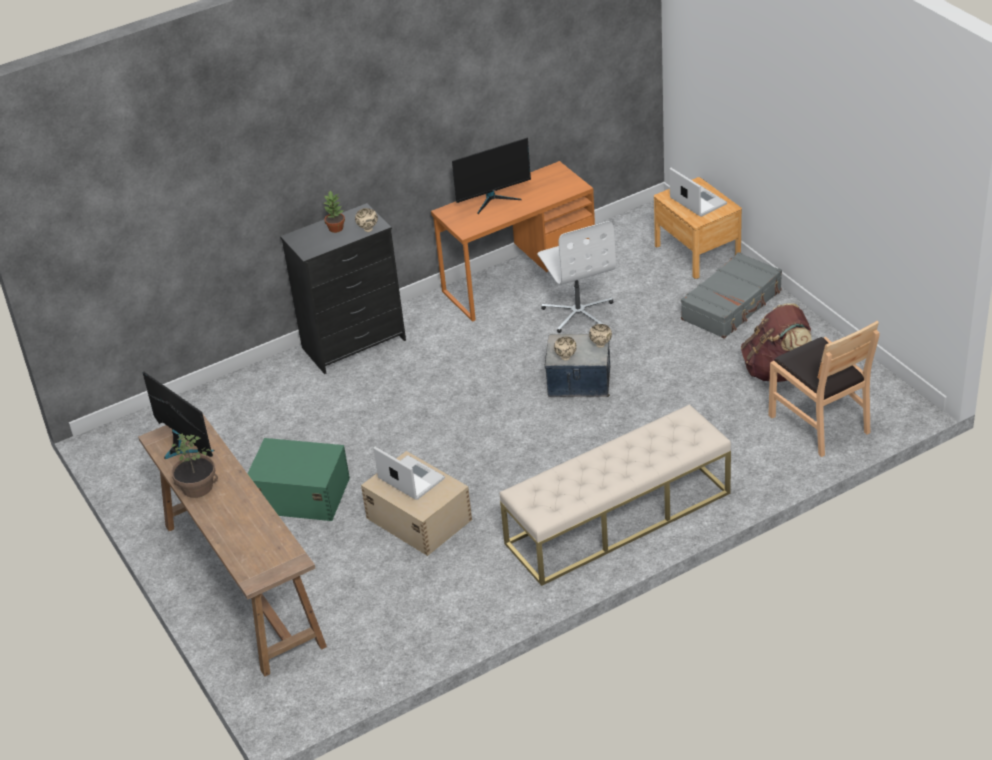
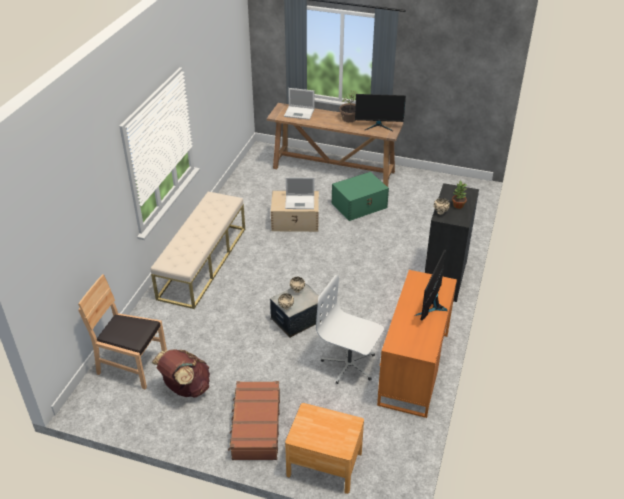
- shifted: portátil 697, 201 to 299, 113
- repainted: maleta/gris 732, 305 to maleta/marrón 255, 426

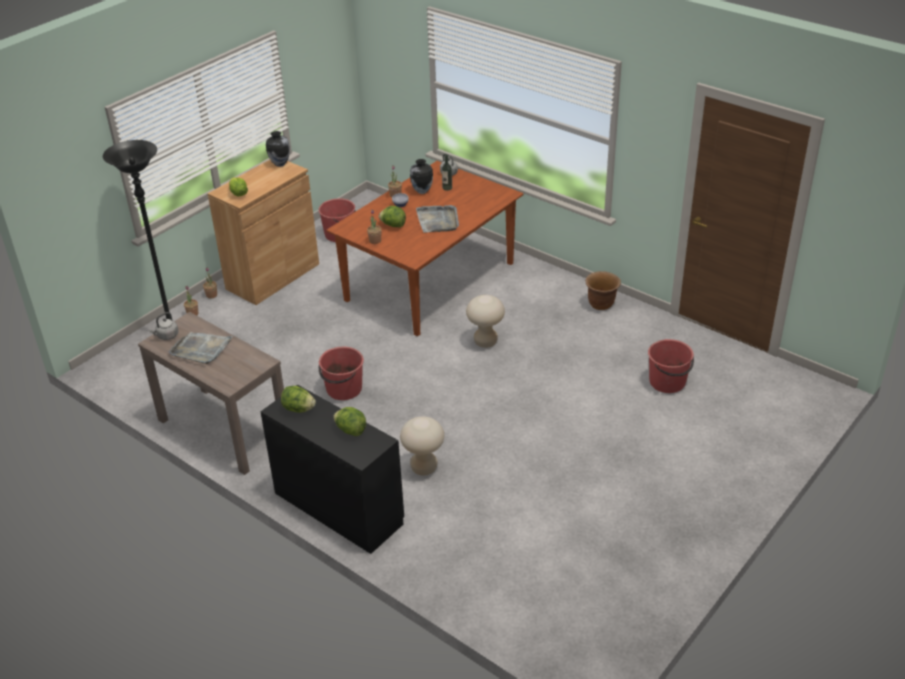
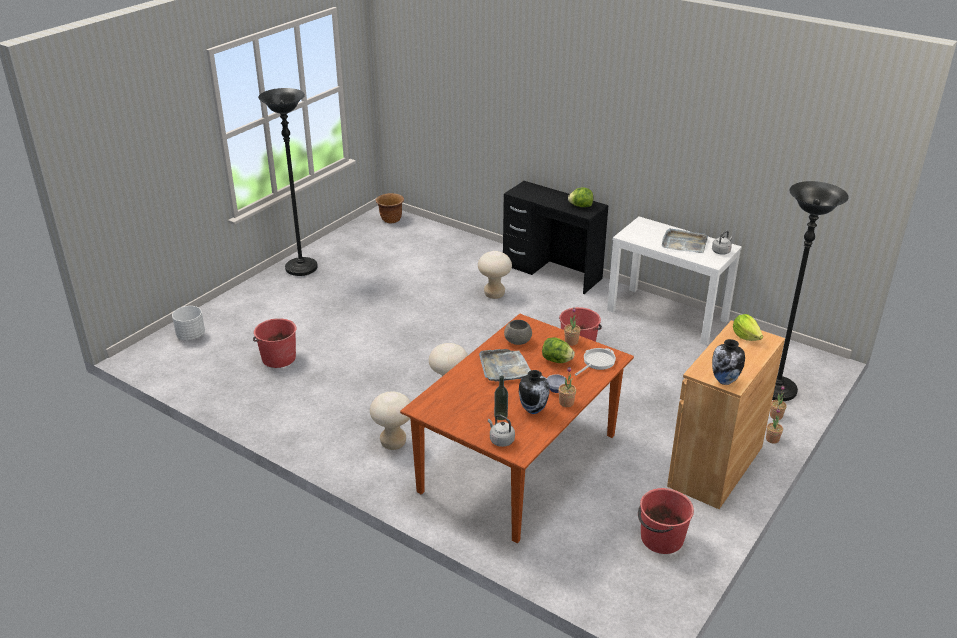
- gone: lechuga 350, 430
- new: maceta/blanco 191, 336
- new: lámpara de pie/negro 301, 268
- new: taburete/beis 393, 443
- new: cuenco/gris 518, 341
- new: sartén 597, 362
- shifted: maceta/marrón 601, 304 to 391, 220
- repainted: mesa consola/marrón 223, 429 to mesa consola/blanco 668, 315

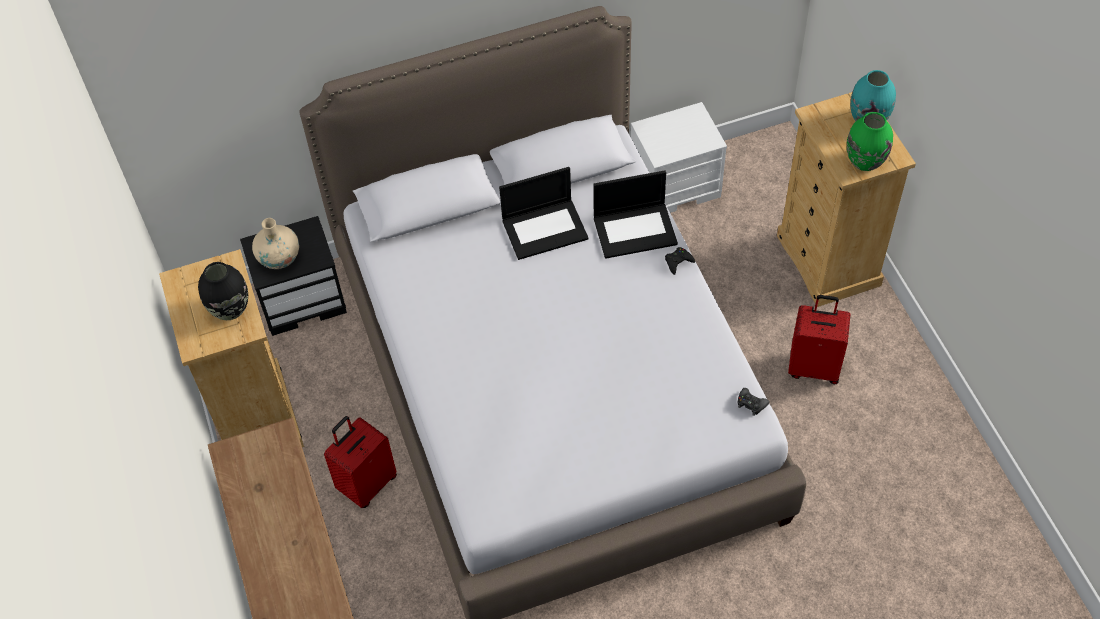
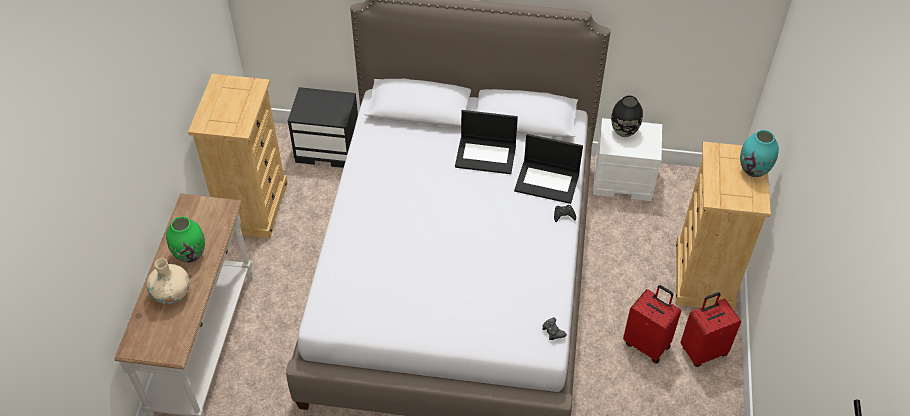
- shifted: florero/negro 229, 309 to 623, 131
- shifted: florero/beis 279, 258 to 172, 293
- shifted: maleta/rojo 366, 483 to 703, 350
- shifted: florero/verde 864, 161 to 190, 254

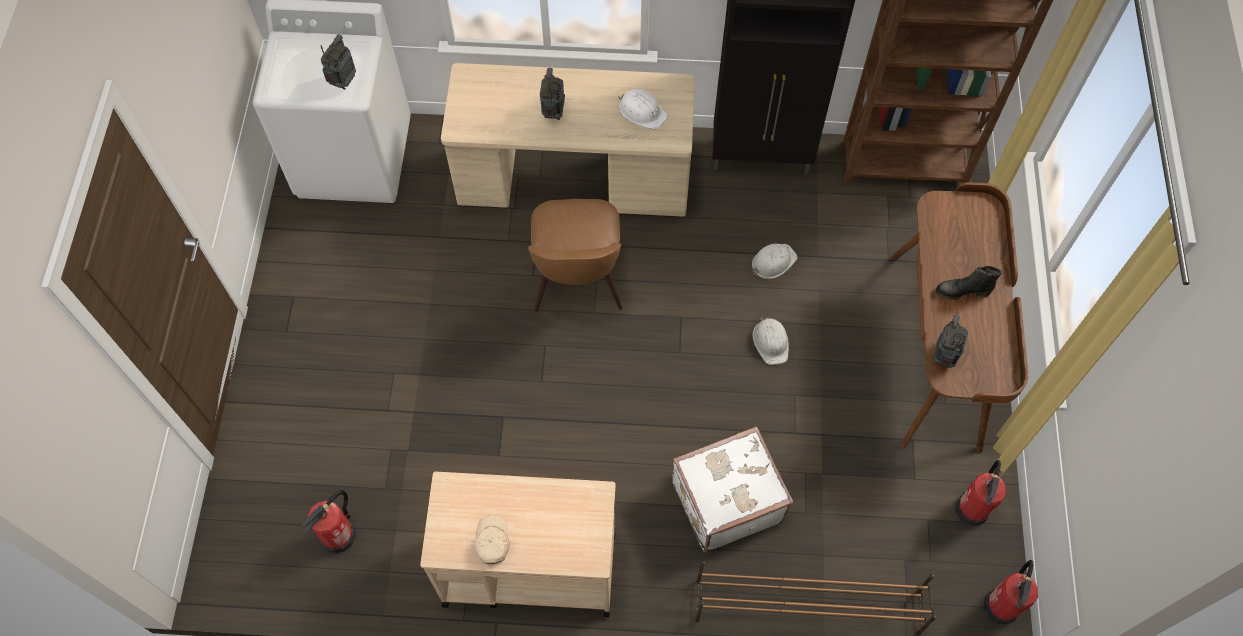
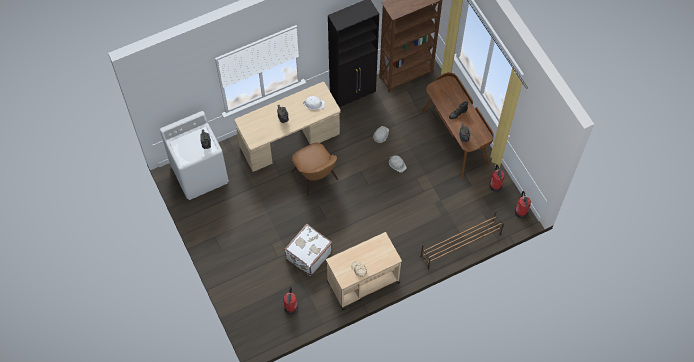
- shifted: maleta/blanco 725, 499 to 308, 255

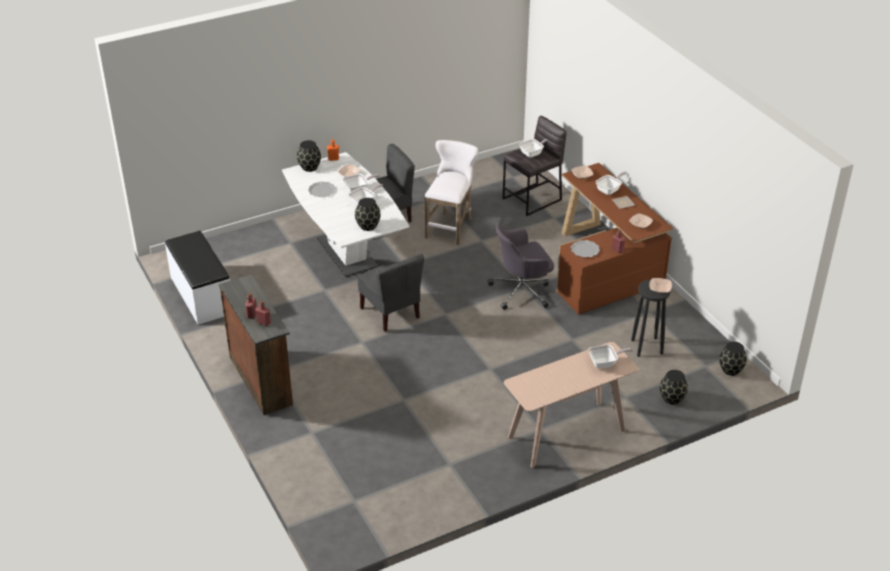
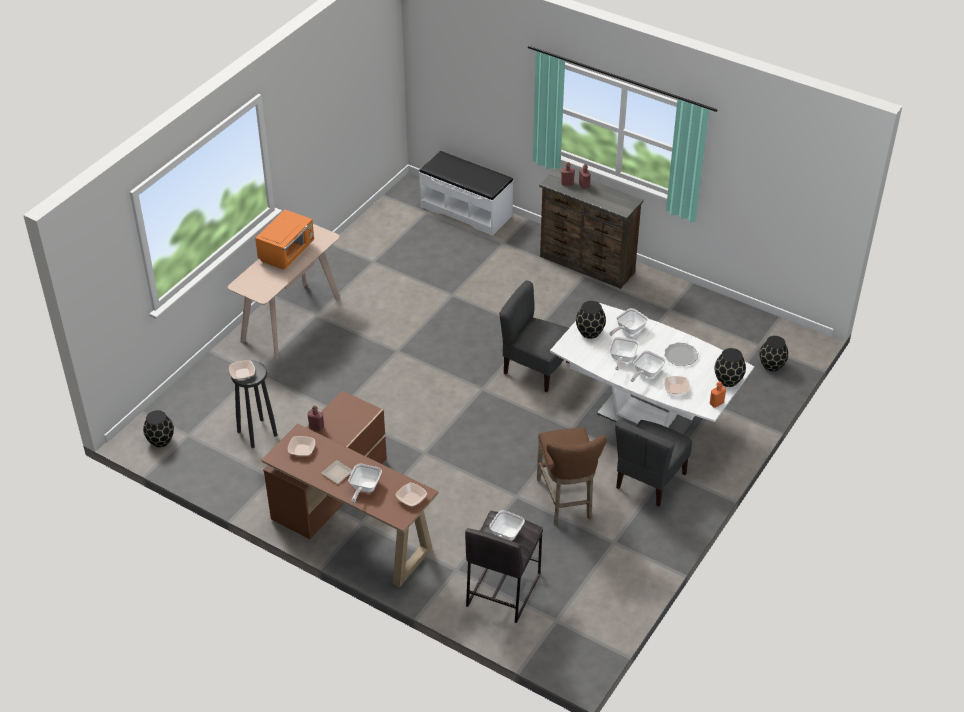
- gone: silla de oficina/gris 522, 291
- gone: plato 584, 250
- new: microondas/naranja 287, 252
- shifted: banco/blanco 201, 295 to 466, 211
- shifted: sartén 605, 363 to 628, 330
- shifted: florero/negro 671, 398 to 772, 365
- repainted: taburete/blanco 451, 226 to taburete/marrón 566, 501

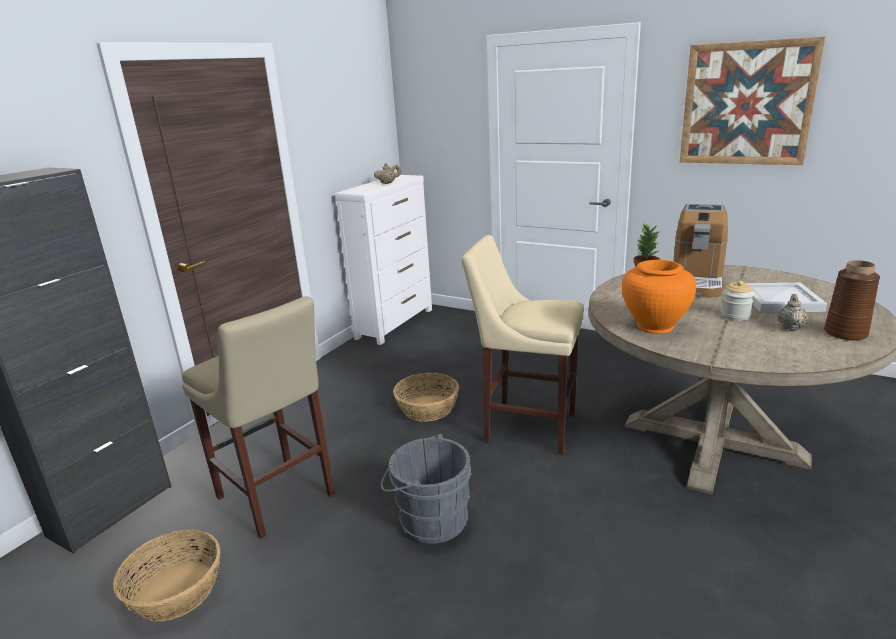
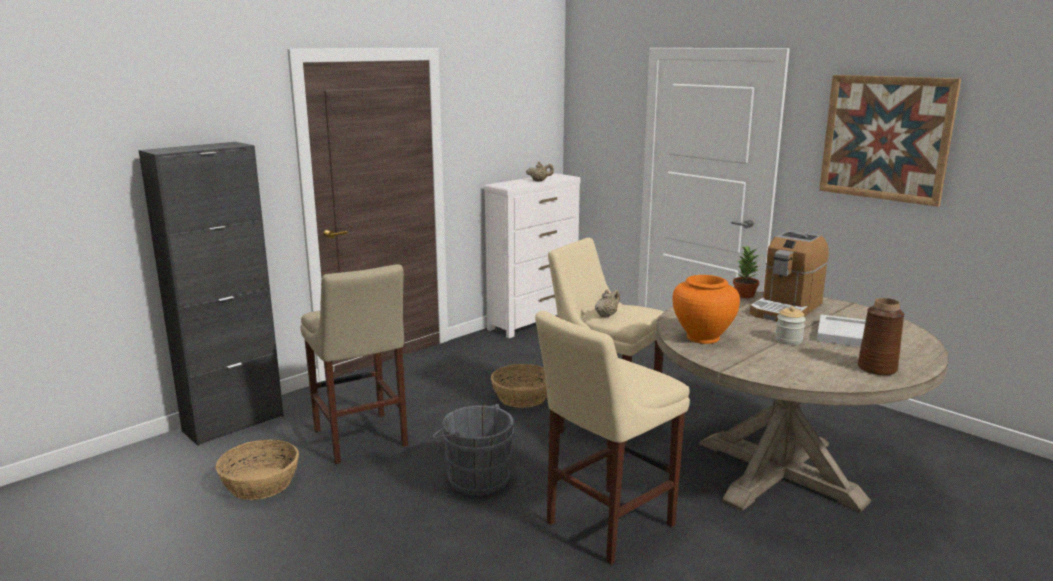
- new: taburete/beis 605, 526
- shifted: tetera/beis 790, 327 to 606, 315

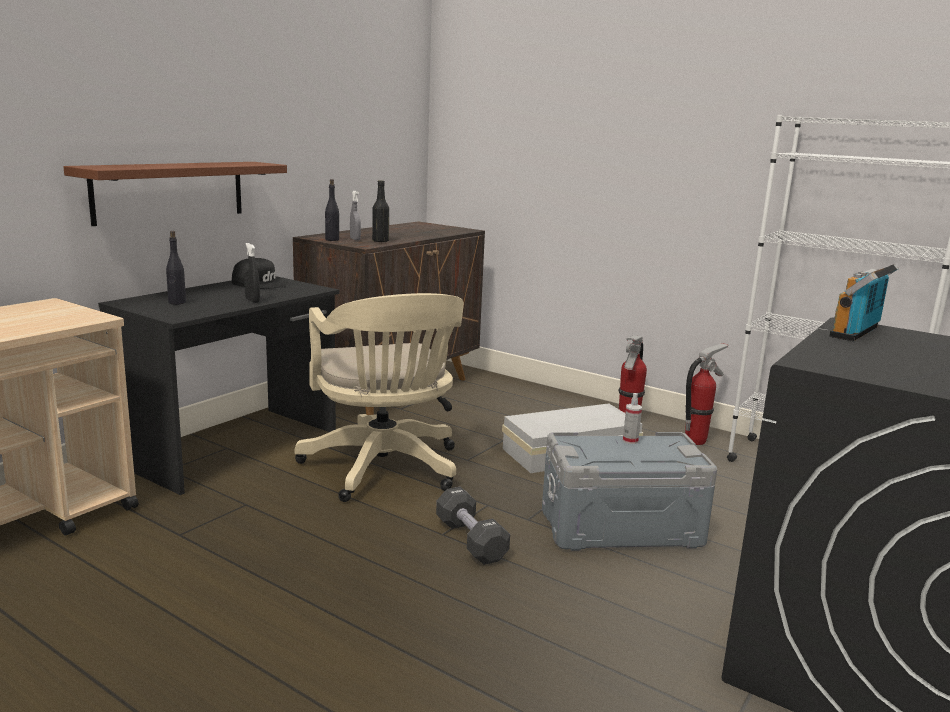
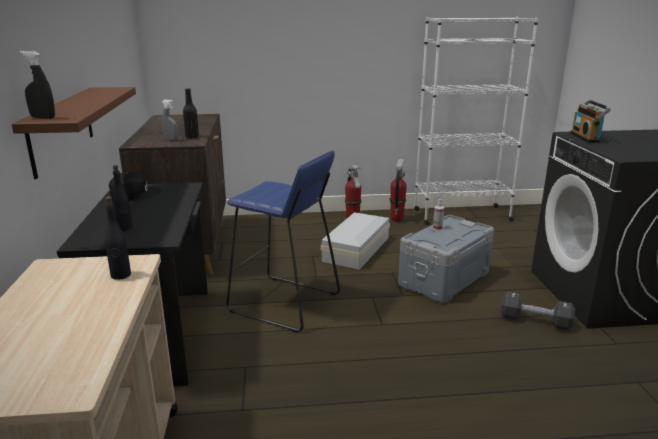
- shifted: pulverizador/negro 252, 301 to 43, 117
- shifted: botella/negro 332, 240 to 121, 275
- shifted: mancuerna/negro 470, 540 to 535, 321
- swapped: silla de oficina/beis 384, 470 to taburete/azul 285, 303

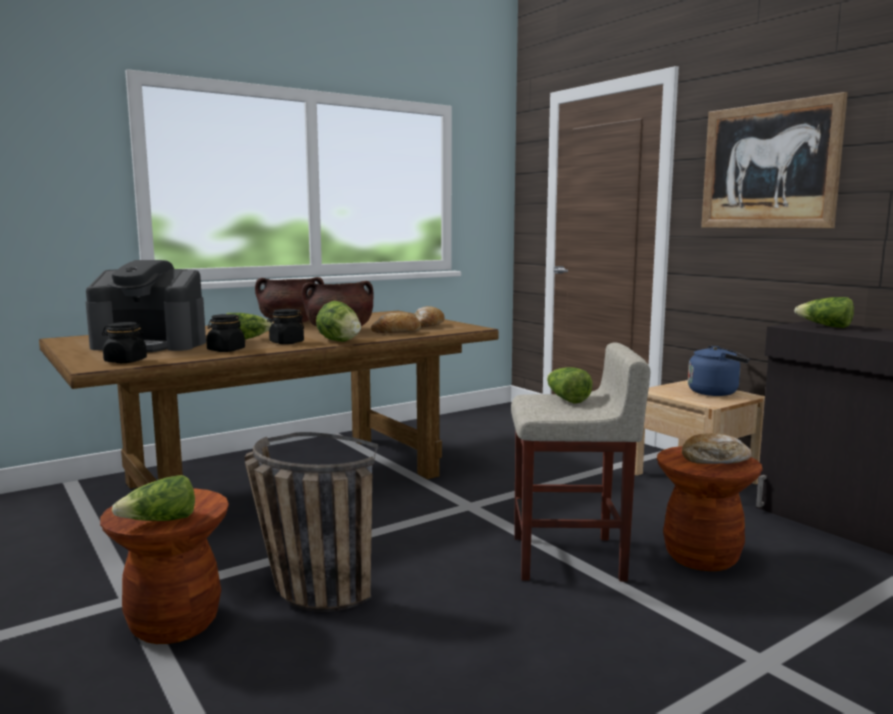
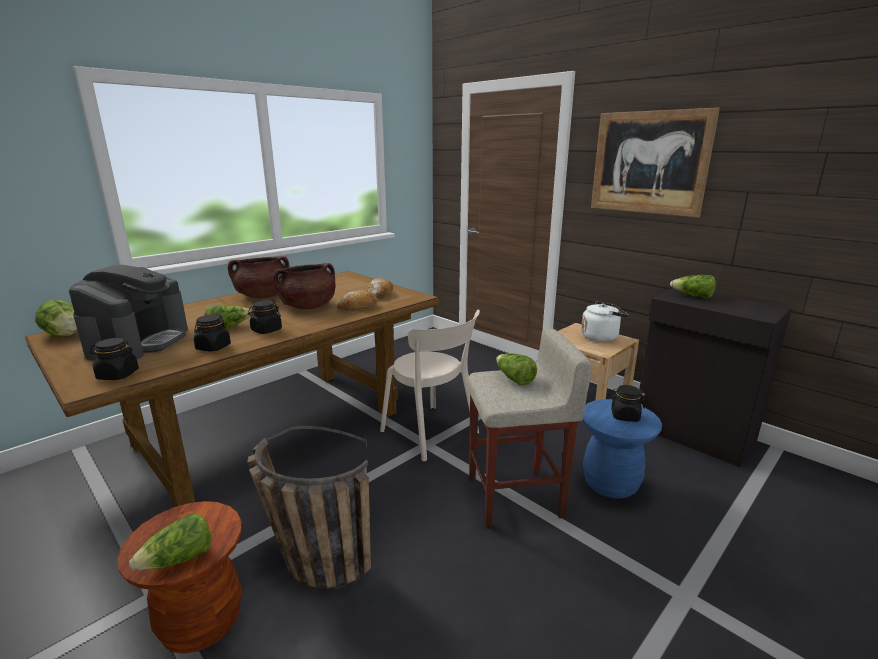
- new: silla/beis 432, 433
- shifted: lechuga 339, 341 to 64, 335
- swapped: pan 714, 459 to tarro/negro 624, 416
- repainted: taburete/marrón 701, 557 to taburete/azul 610, 483
- repainted: hervidor/azul 716, 392 to hervidor/blanco 601, 337
- rotated: cafetera 151, 345 = 139, 342 75 degrees counterclockwise

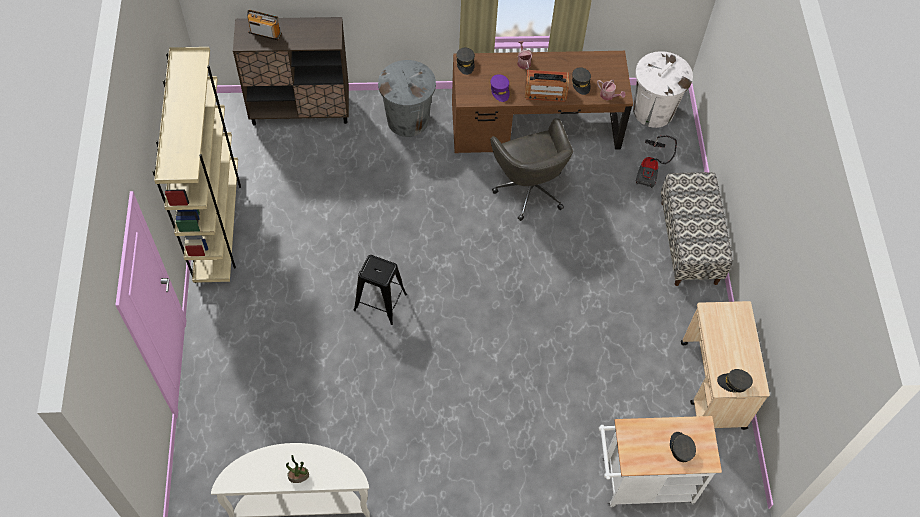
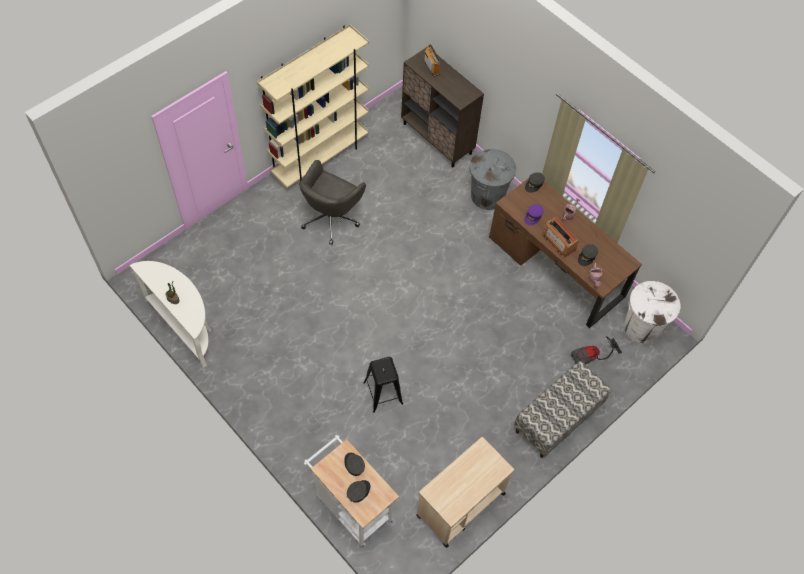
- shifted: taburete/negro 380, 302 to 383, 393
- shifted: silla de oficina/gris 529, 188 to 331, 218
- shifted: gorra/gris 734, 383 to 354, 465

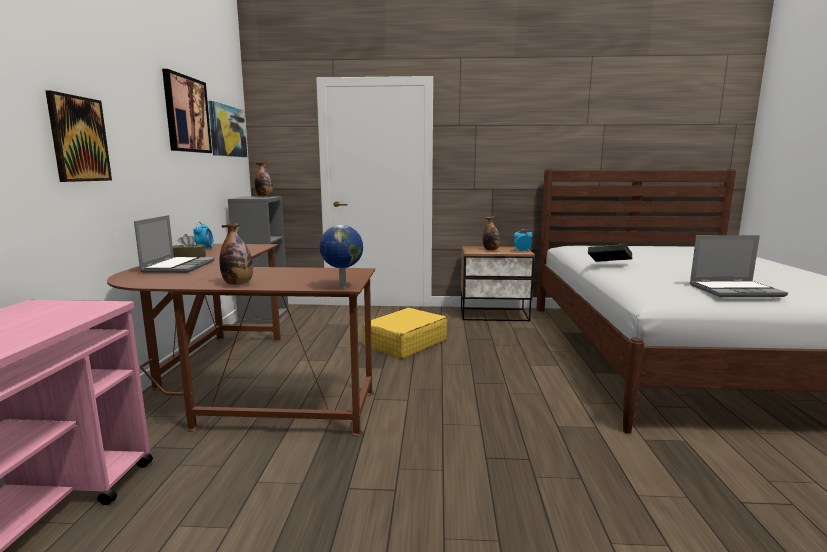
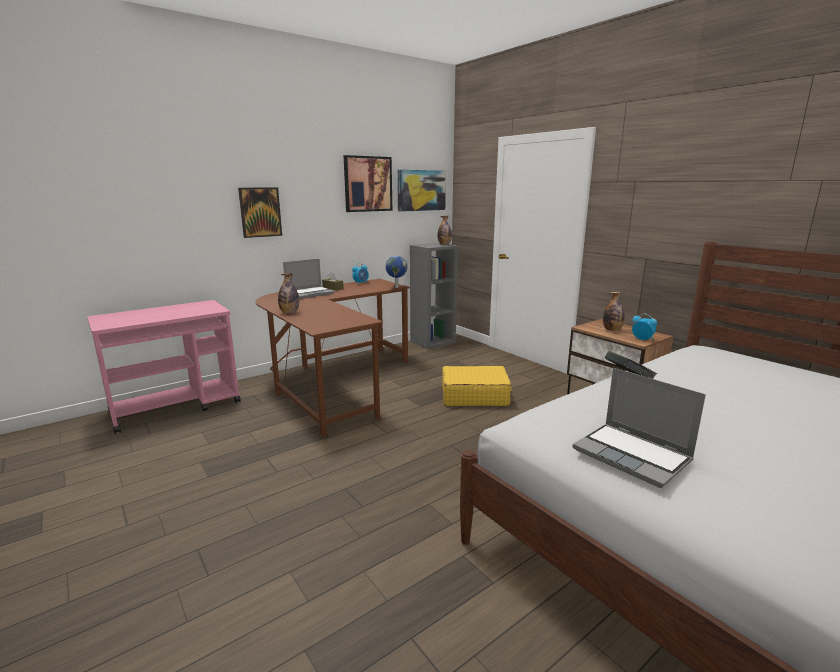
- shifted: globo terráqueo 341, 287 to 396, 287

